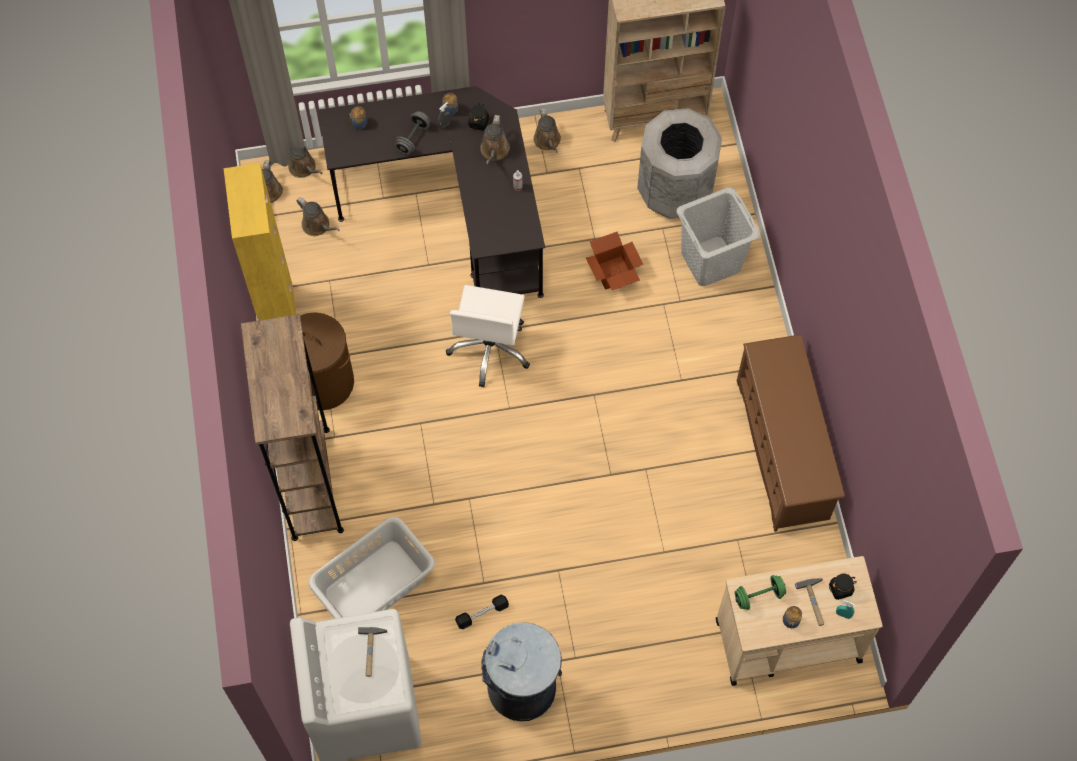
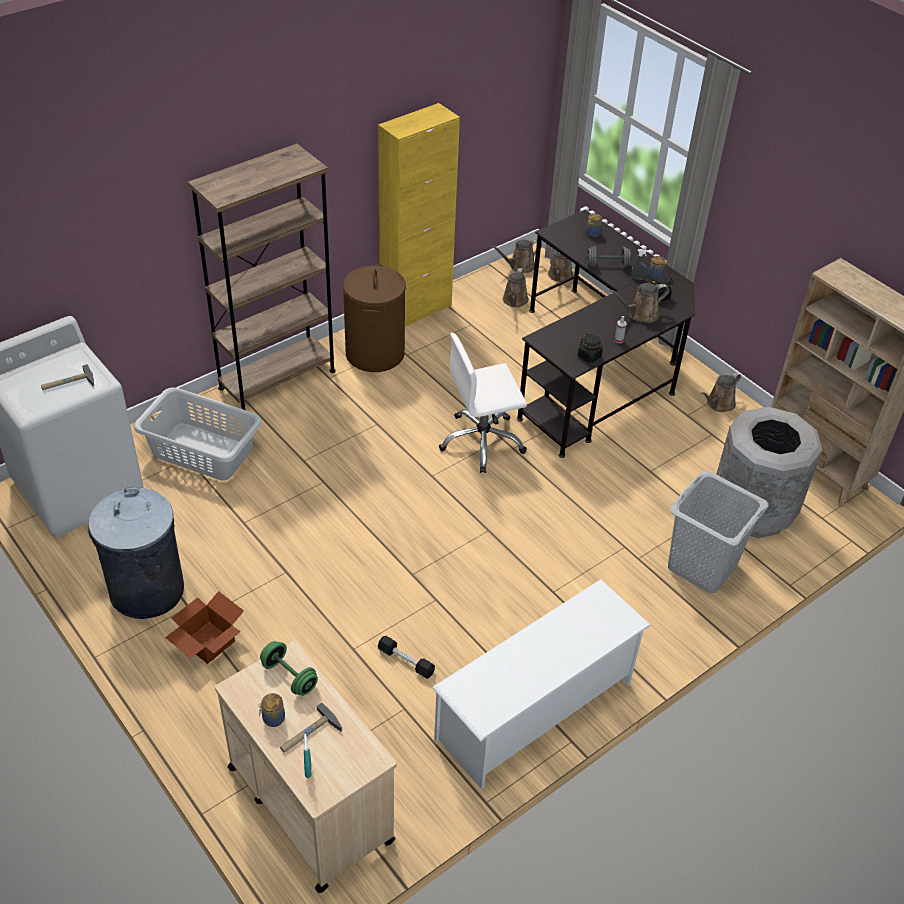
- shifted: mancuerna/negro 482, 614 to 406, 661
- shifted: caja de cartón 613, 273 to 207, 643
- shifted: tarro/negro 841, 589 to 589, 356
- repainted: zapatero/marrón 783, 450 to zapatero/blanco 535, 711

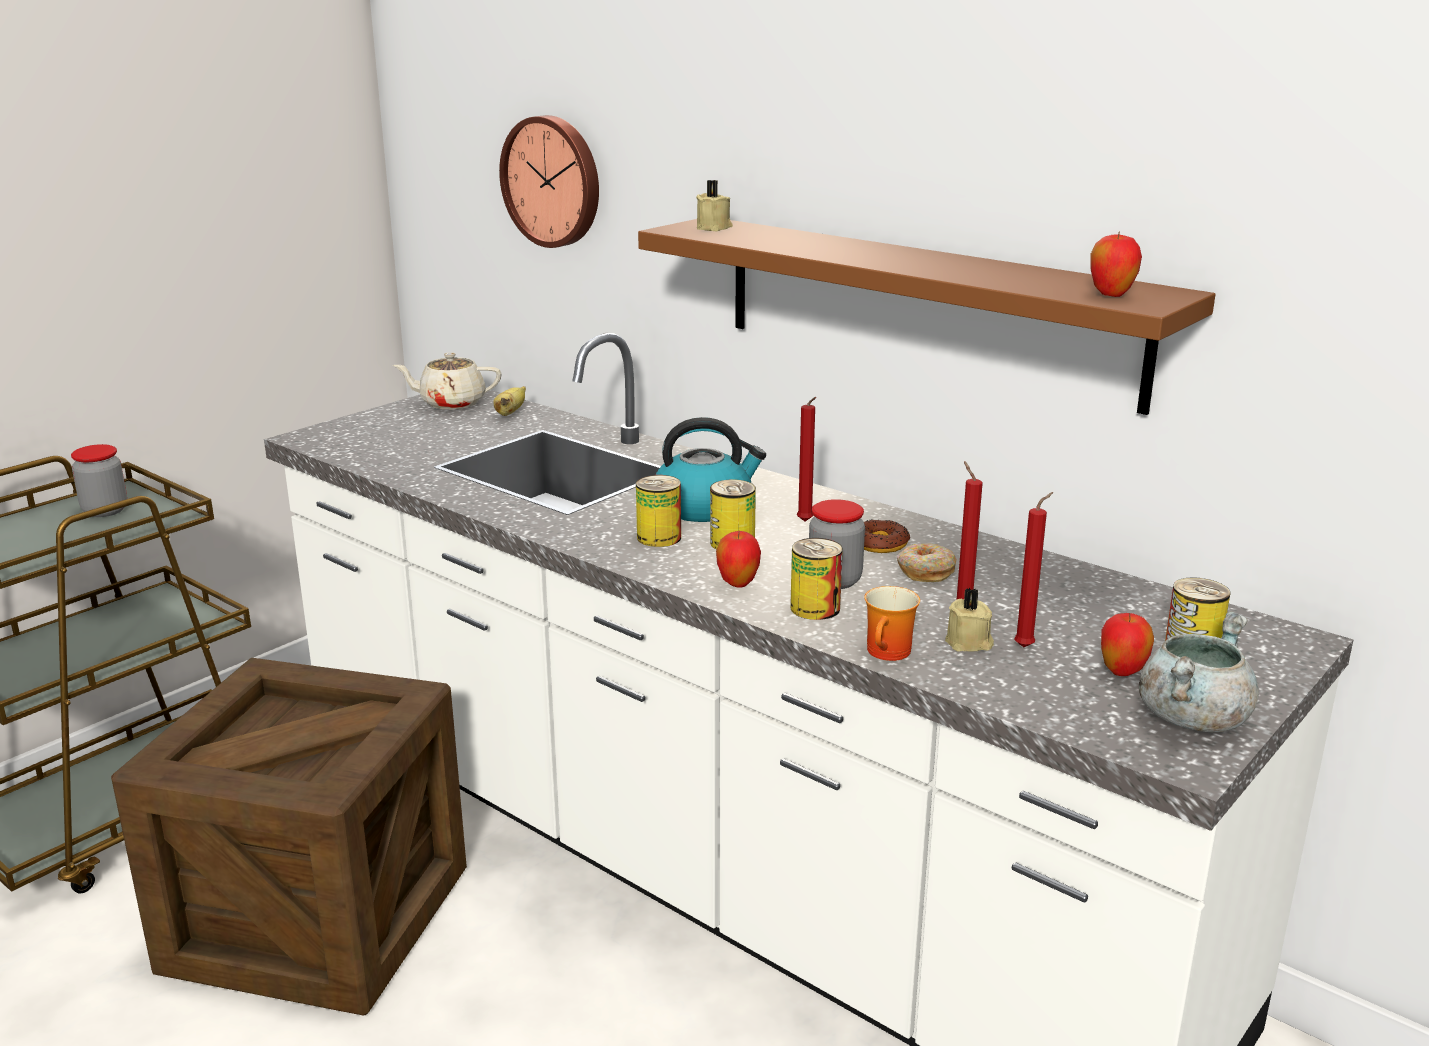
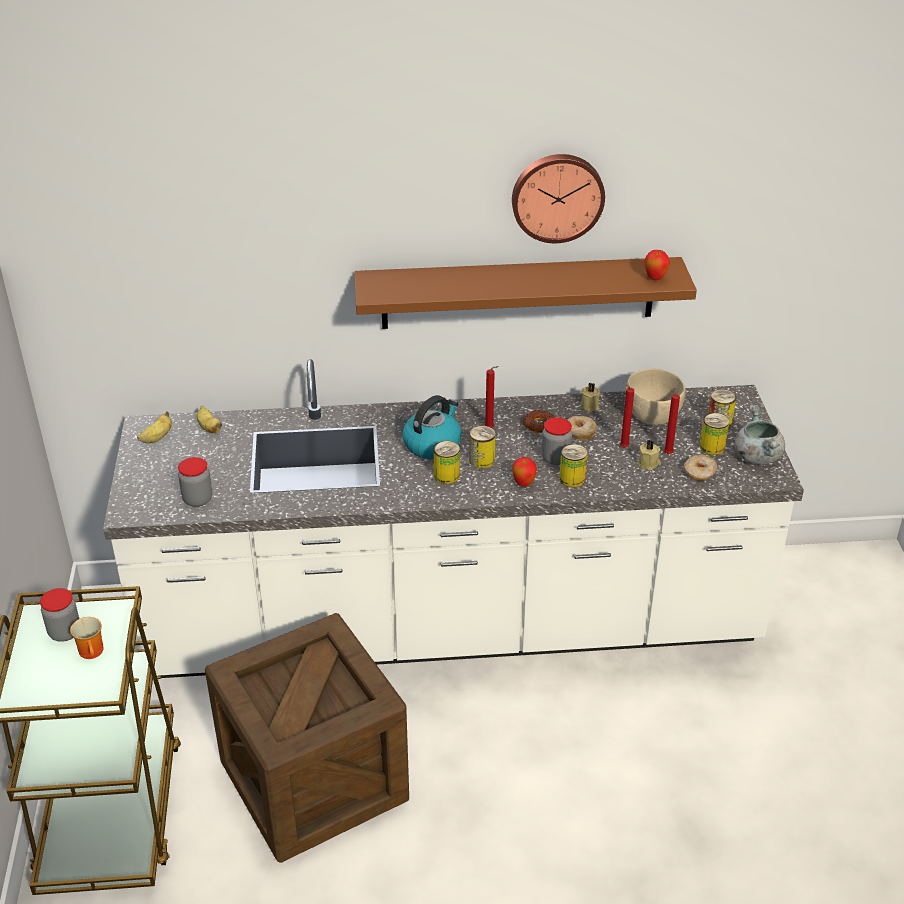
- new: tarro 198, 499
- new: cuenco/beis 652, 416
- new: rosquilla 700, 473
- shifted: reloj de pared 554, 181 to 557, 196
- shifted: vela/beis 714, 228 to 590, 405
- shifted: taza grande 890, 653 to 93, 652
- swapped: tetera/beis 451, 403 to plátano 157, 438
- swapped: manzana 1122, 672 to lata 712, 447

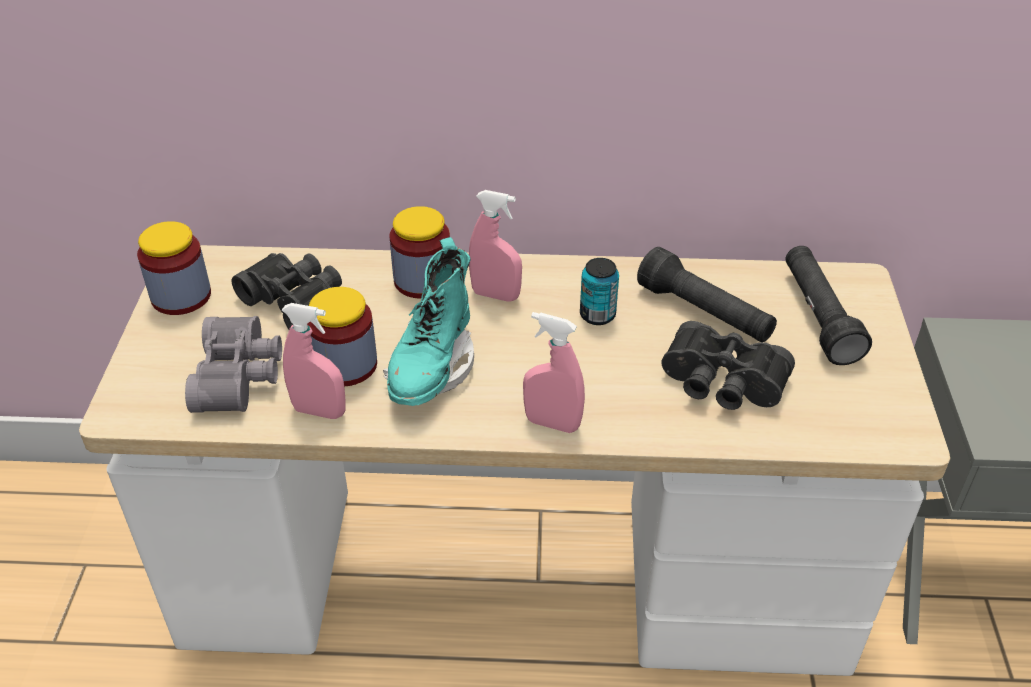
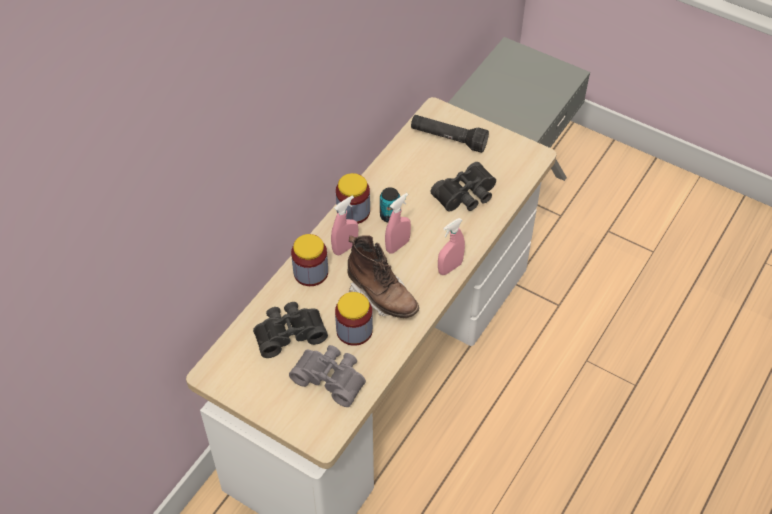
- gone: linterna/negro 704, 313
- shifted: tarro 181, 296 to 353, 211
- shifted: pulverizador/rosa 319, 411 to 397, 246
- repainted: bota/turquesa 432, 368 to bota/marrón 382, 297

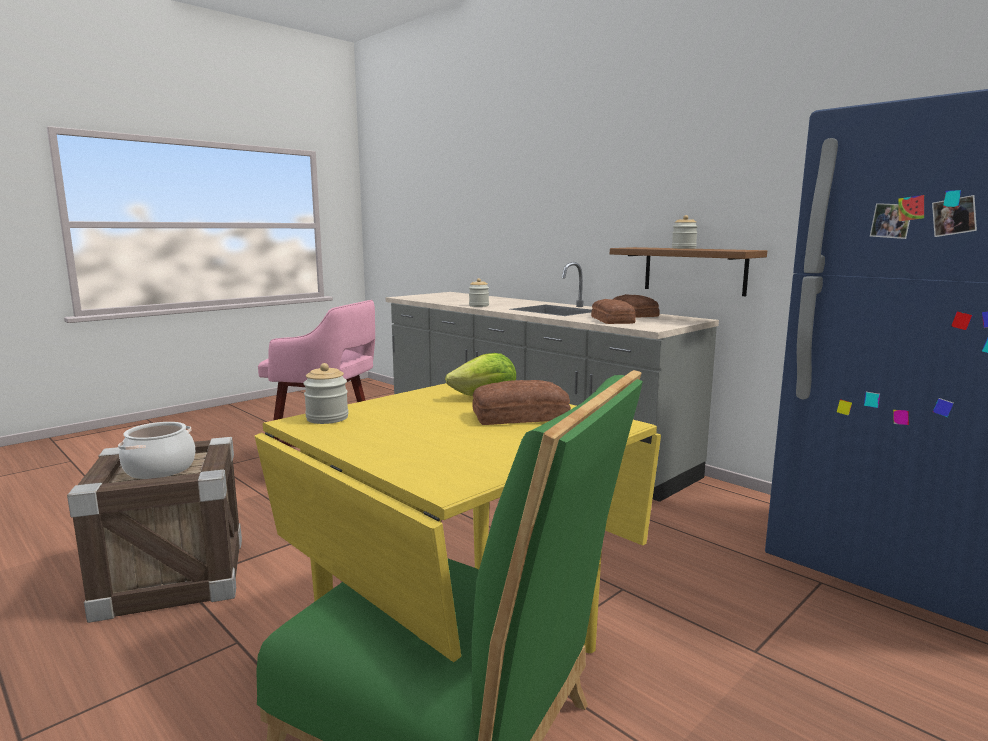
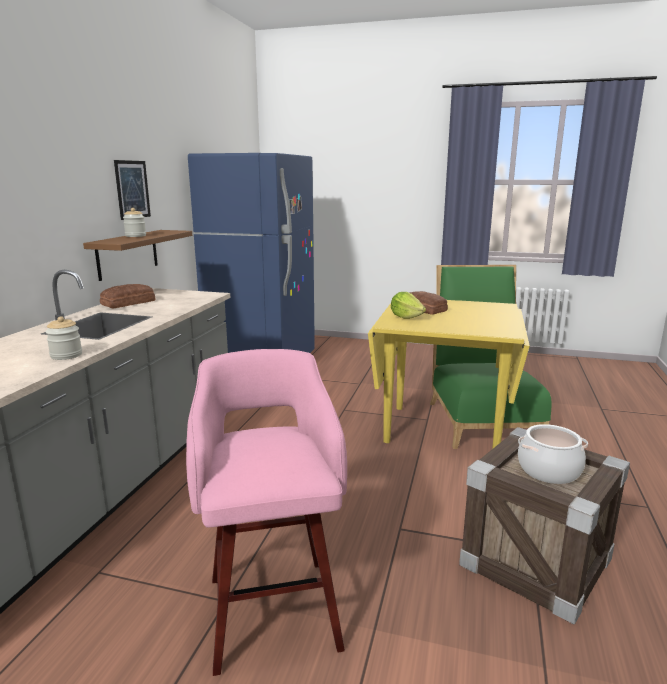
- gone: tarro 327, 418
- gone: pan 611, 320
- new: cuadro 132, 189

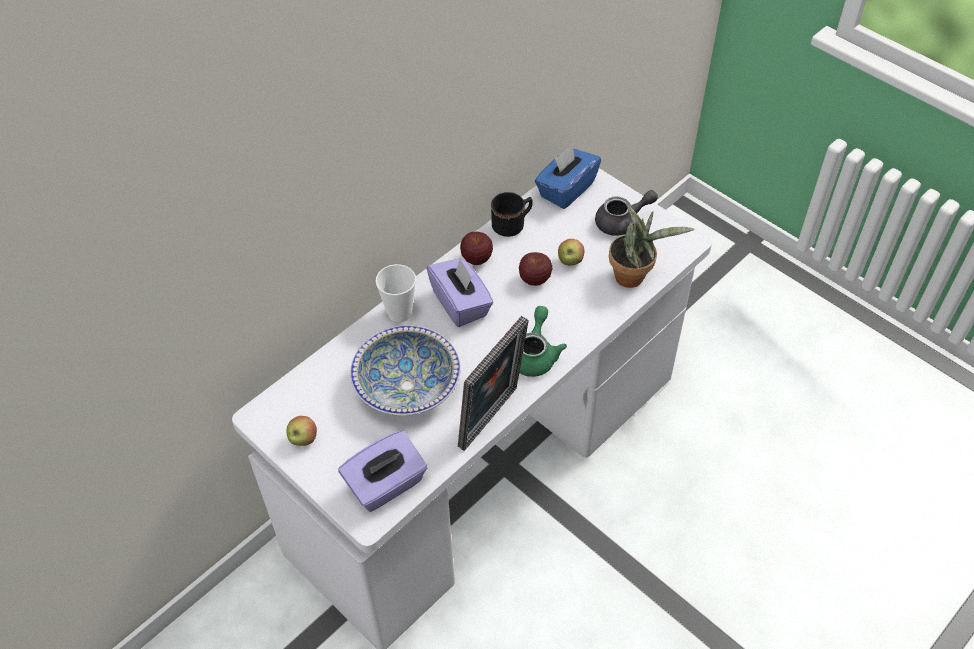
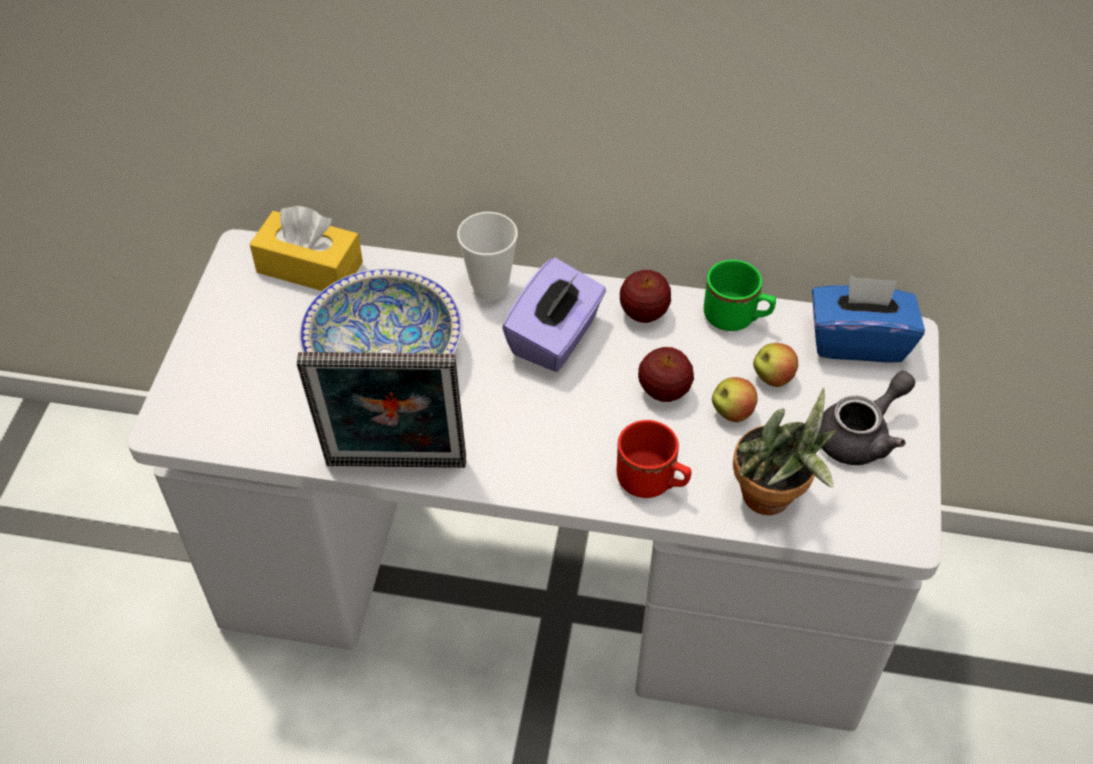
- gone: caja de pañuelos/morado 386, 485
- gone: tetera/verde 535, 354
- new: caja de pañuelos/amarillo 309, 267
- new: taza grande/rojo 652, 482
- shifted: manzana 303, 439 to 772, 378
- repainted: taza grande/negro 512, 225 to taza grande/verde 736, 318
- rotated: tetera/gris 622, 222 = 861, 435 75 degrees counterclockwise

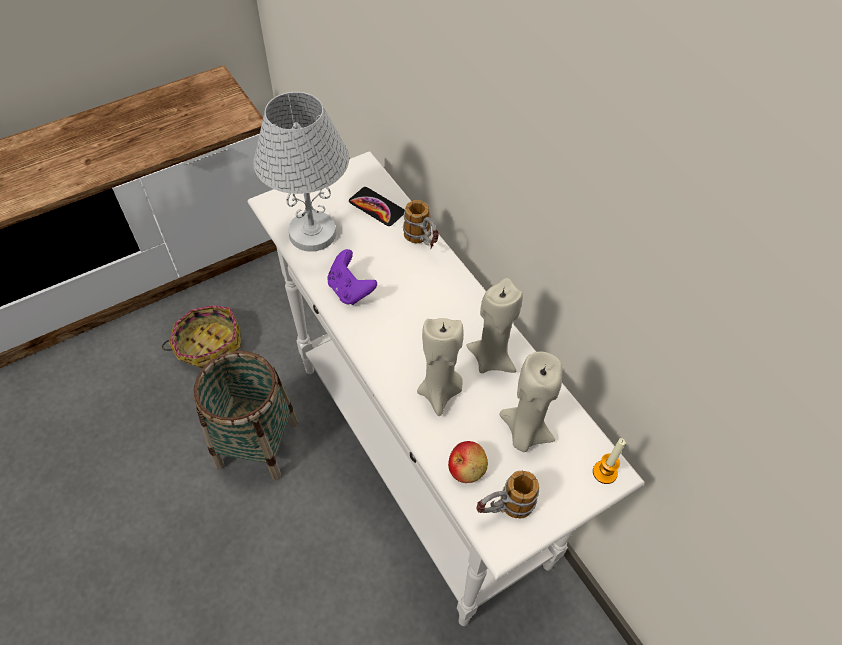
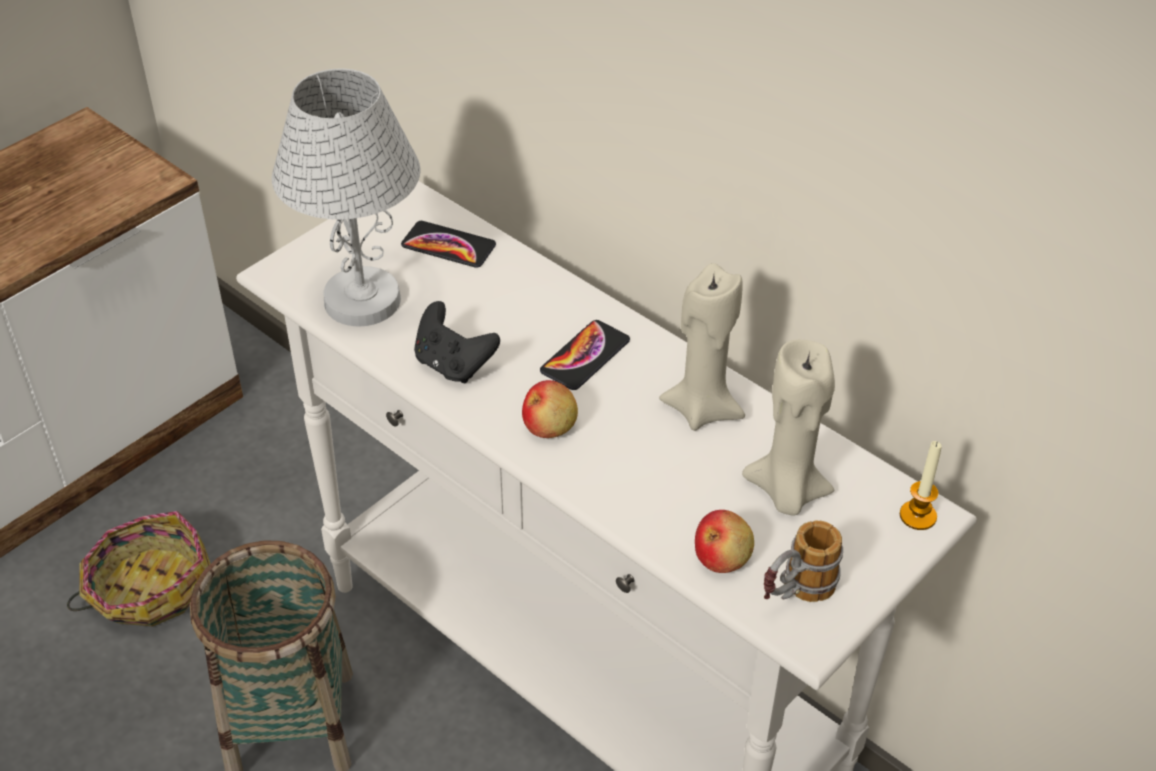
- gone: taza grande 422, 242
- gone: vela/beis 440, 392
- new: manzana 550, 426
- new: móvil 585, 356
- repainted: mando de consola/morado 350, 290 to mando de consola/negro 453, 365

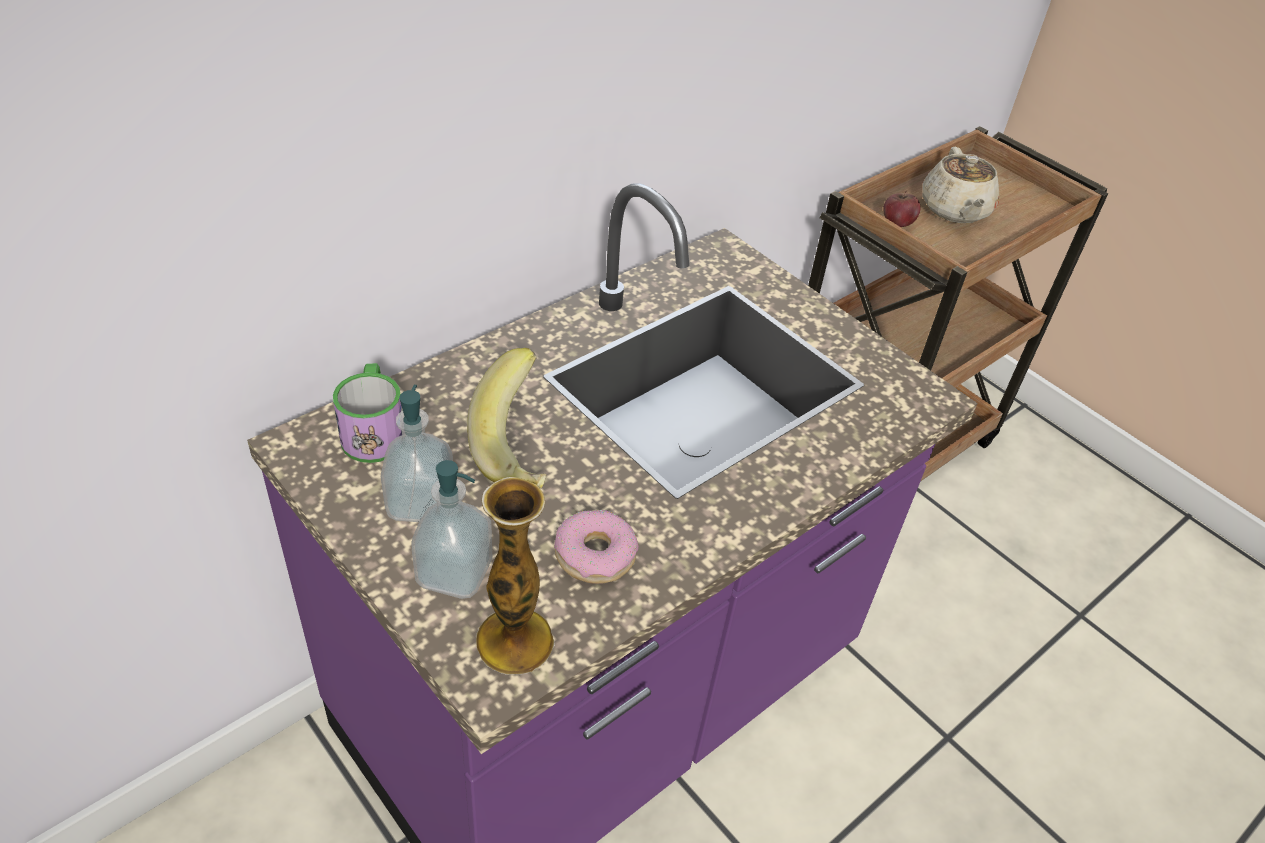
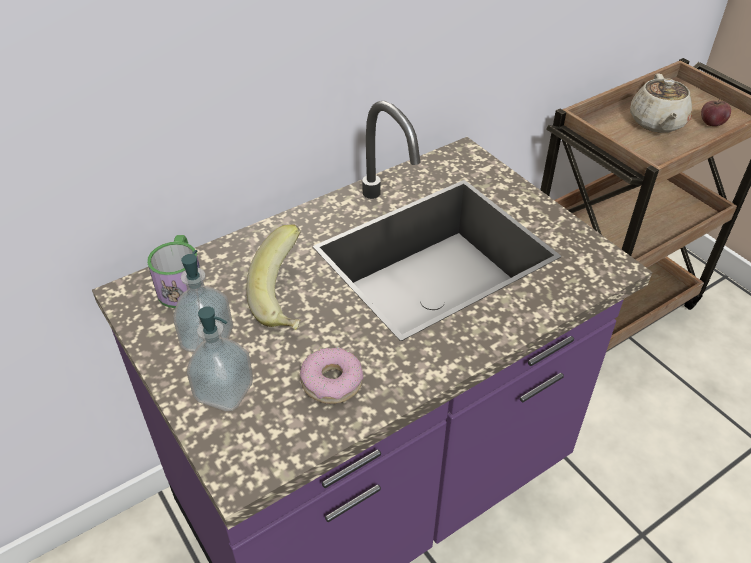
- gone: florero 514, 640
- shifted: manzana 897, 223 to 711, 123

